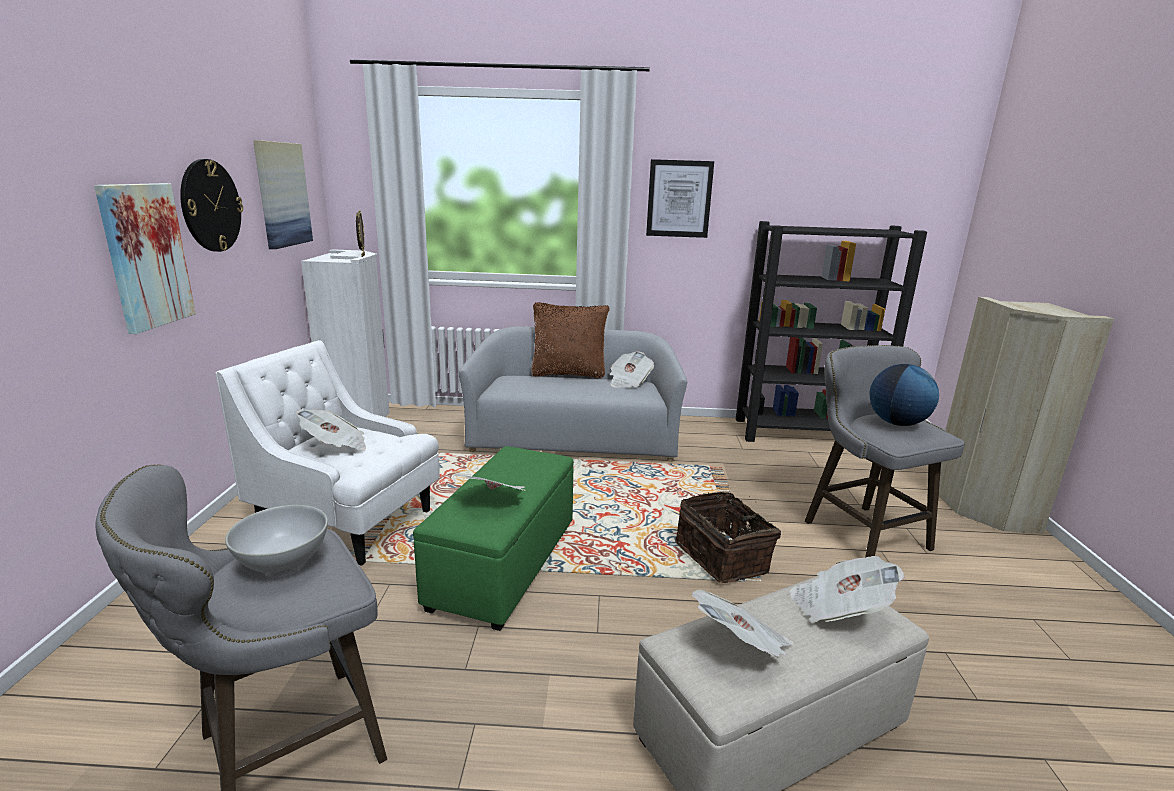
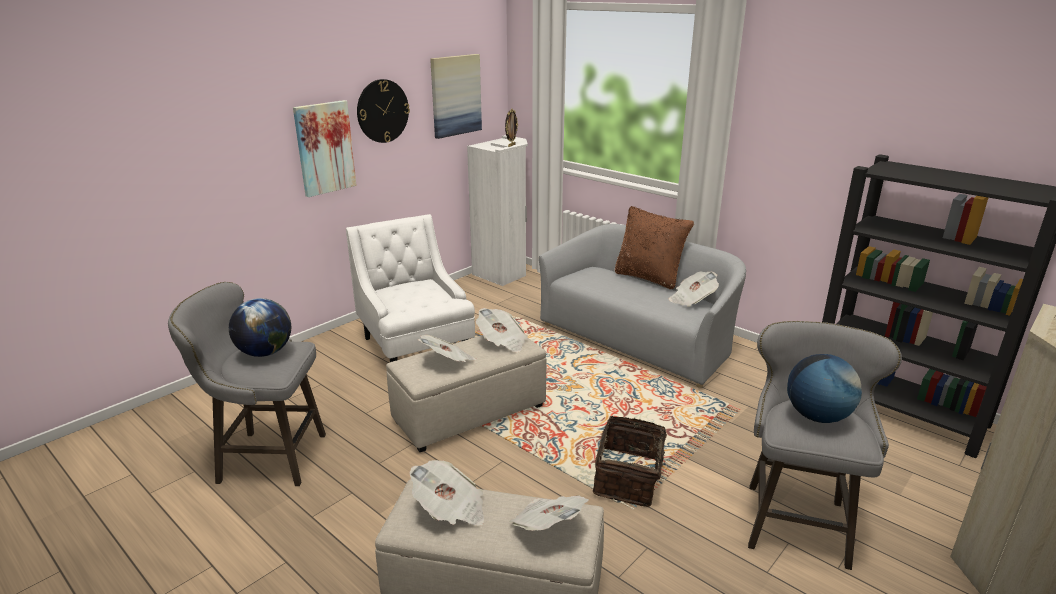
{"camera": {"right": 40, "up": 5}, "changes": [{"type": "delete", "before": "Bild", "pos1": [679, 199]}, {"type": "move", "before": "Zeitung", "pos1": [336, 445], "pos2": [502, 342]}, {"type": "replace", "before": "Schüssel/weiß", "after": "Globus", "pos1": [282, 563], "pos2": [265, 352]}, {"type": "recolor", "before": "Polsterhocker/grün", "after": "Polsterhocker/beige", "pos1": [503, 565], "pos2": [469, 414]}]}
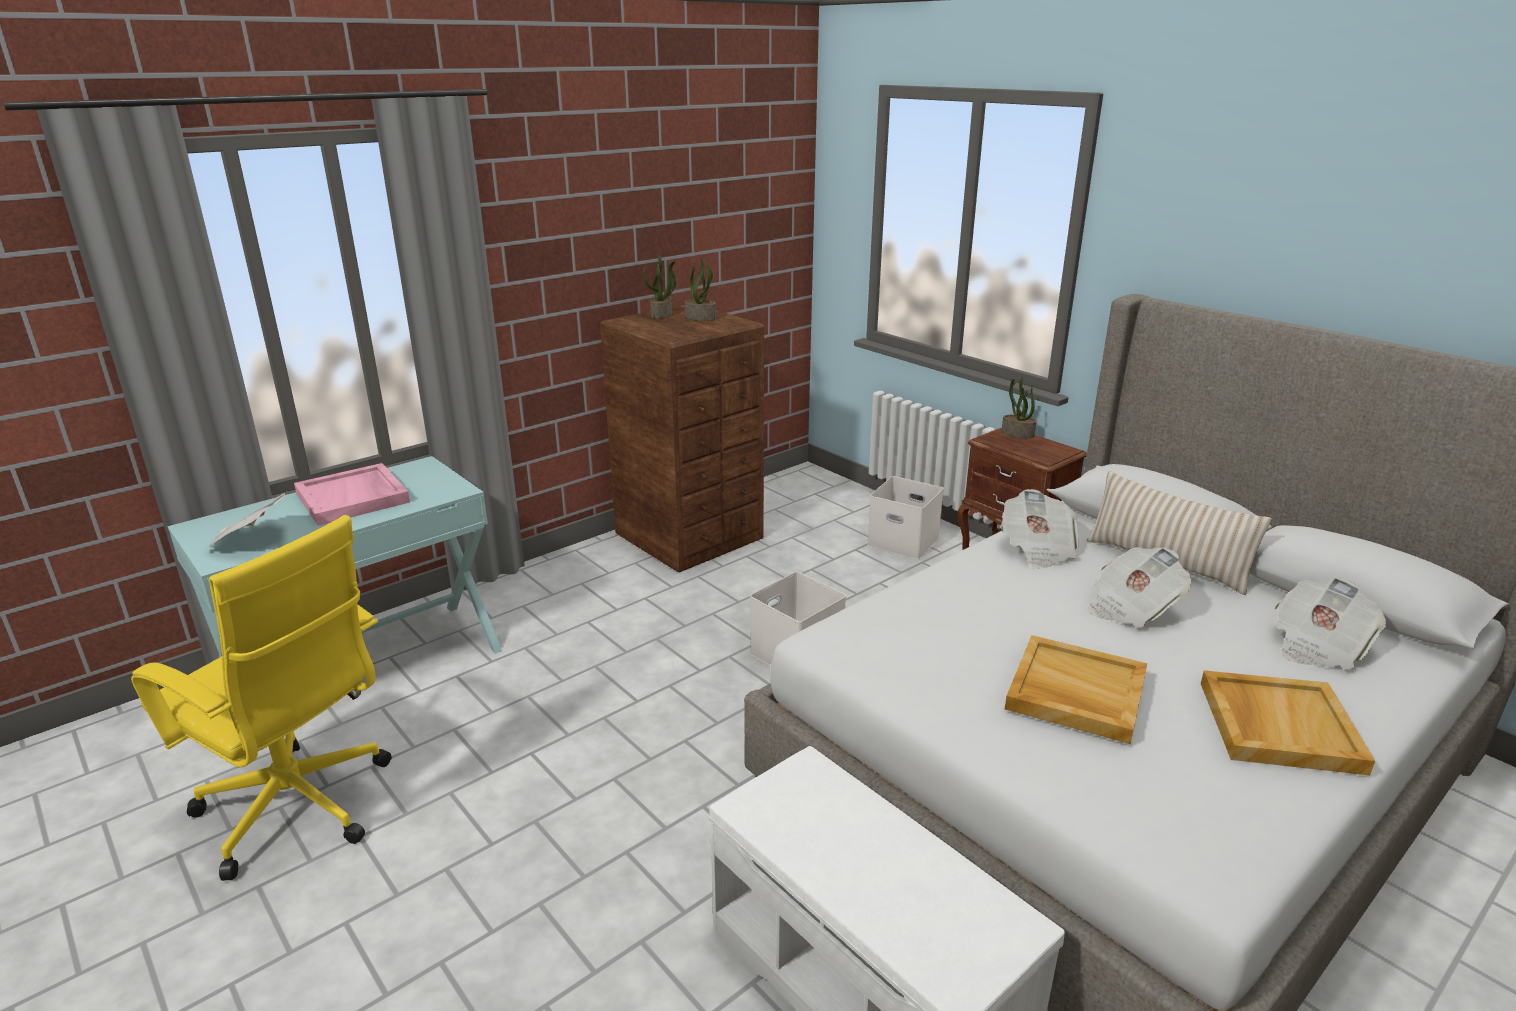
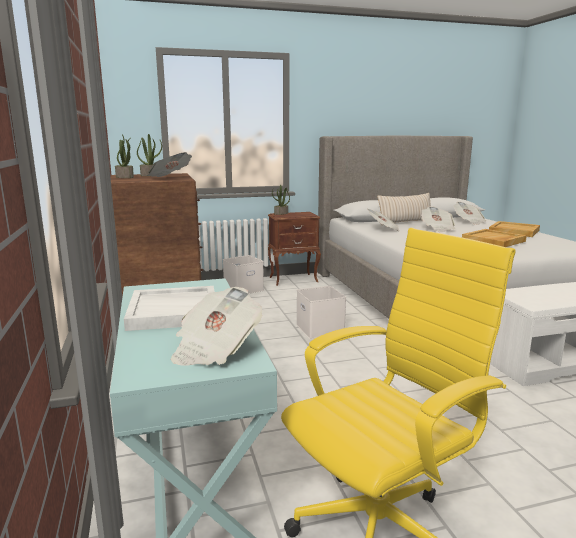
{"camera": {"right": -65, "up": -10}, "changes": [{"type": "insert", "after": "Zeitung", "pos2": [170, 178]}, {"type": "recolor", "before": "Tablett/rosa", "after": "Tablett/weiß", "pos1": [354, 498], "pos2": [174, 311]}]}
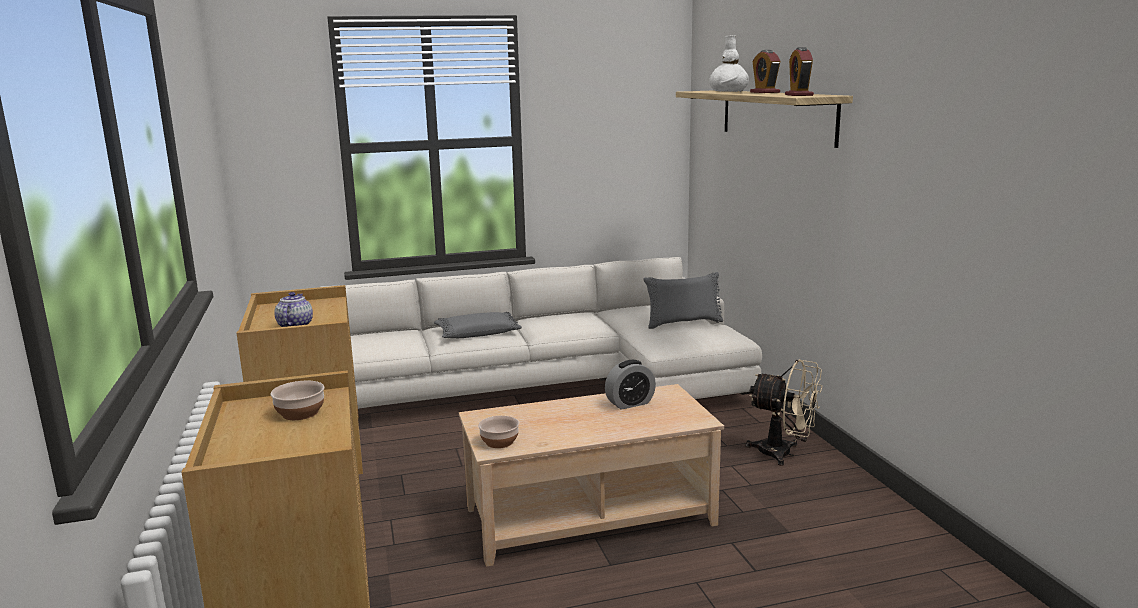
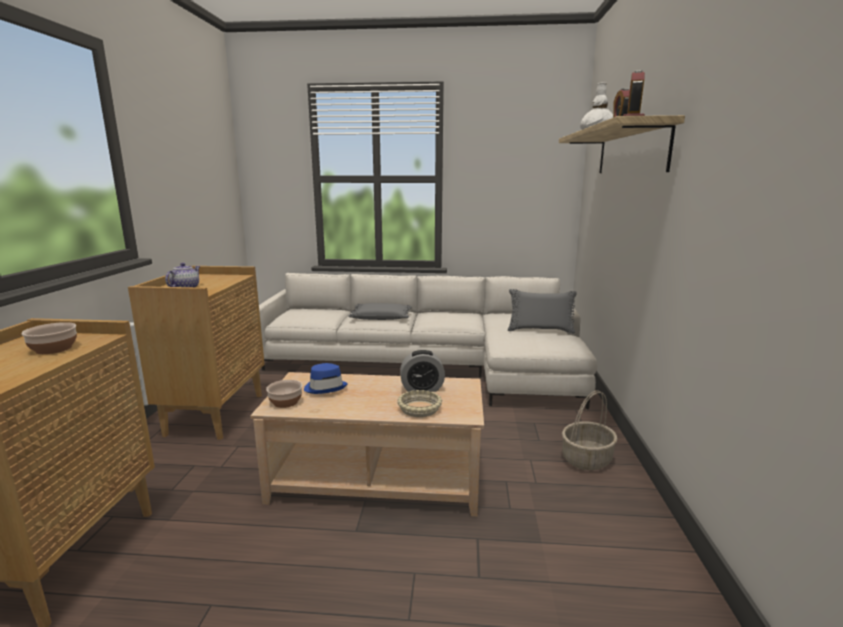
{"camera": {"right": 20, "up": 0}, "changes": [{"type": "insert", "after": "Hut/blau", "pos2": [325, 387]}, {"type": "insert", "after": "Schüssel/beige", "pos2": [419, 408]}, {"type": "replace", "before": "Ventilator/beige", "after": "Korb", "pos1": [784, 454], "pos2": [586, 459]}]}
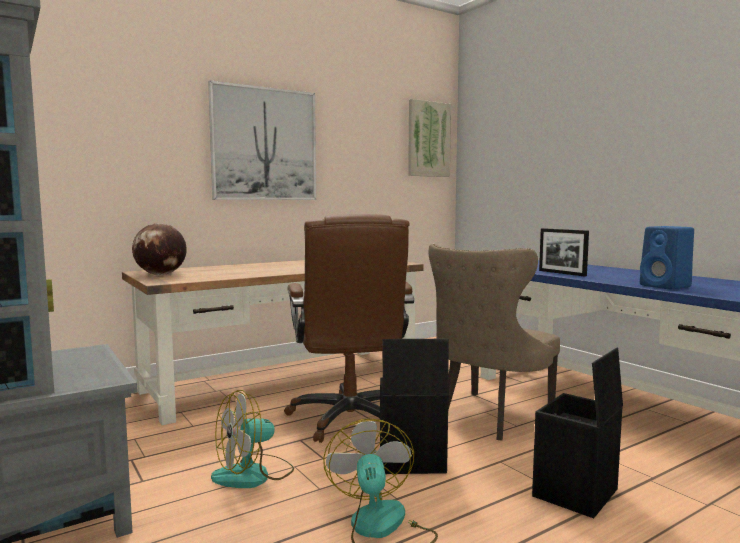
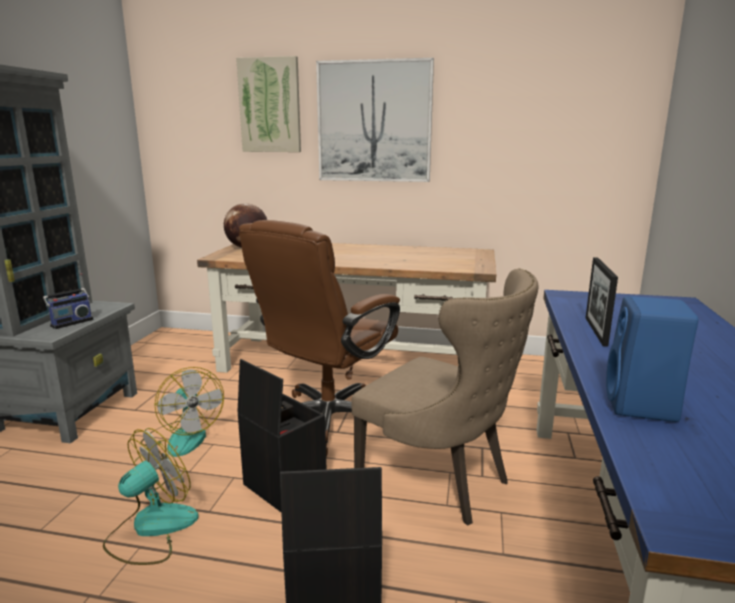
{"camera": {"right": 45, "up": 10}, "changes": [{"type": "insert", "after": "Radio", "pos2": [71, 322]}, {"type": "move", "before": "Bild", "pos1": [428, 139], "pos2": [270, 105]}, {"type": "rotate", "before": "Ventilator", "pos1": [253, 474], "pos2": [182, 437], "turn": -135}, {"type": "rotate", "before": "Stuhl/beige", "pos1": [489, 417], "pos2": [440, 480], "turn": -135}]}
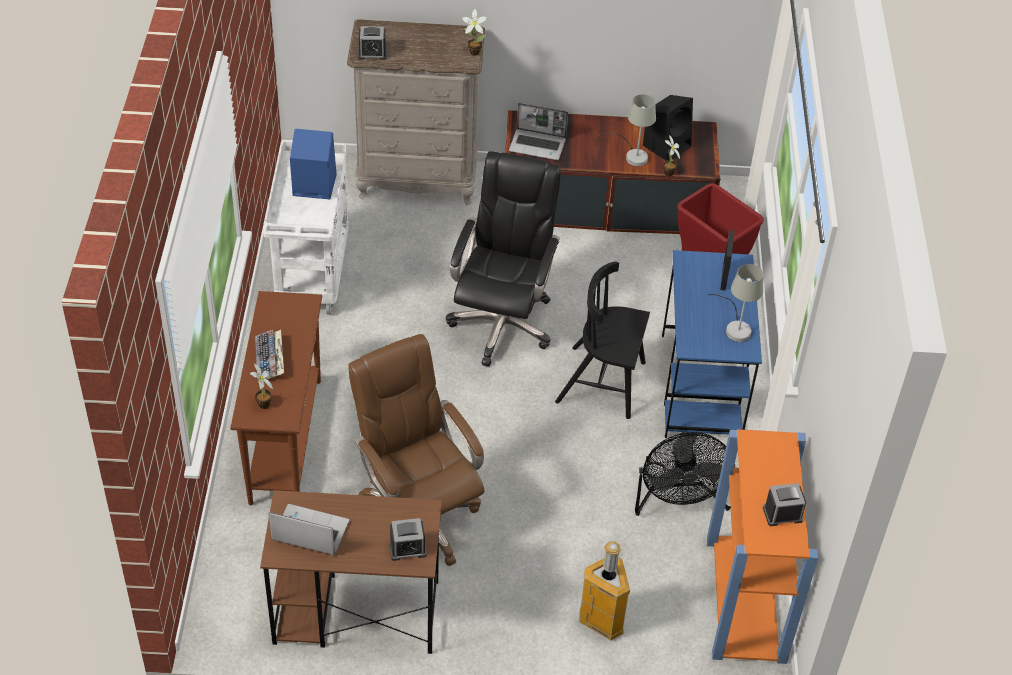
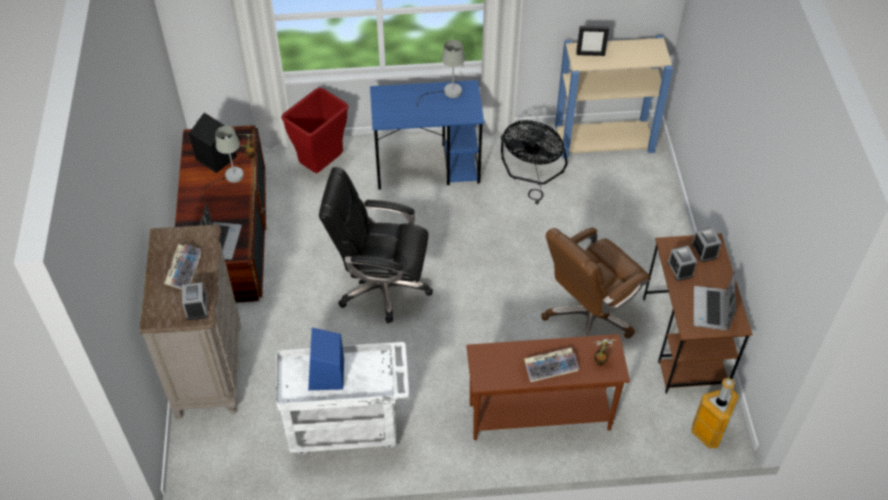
{"camera": {"right": -95, "up": 5}, "changes": [{"type": "delete", "before": "Topfpflanze", "pos1": [473, 52]}, {"type": "delete", "before": "Stuhl/schwarz", "pos1": [606, 383]}, {"type": "insert", "after": "Tastatur", "pos2": [184, 270]}, {"type": "move", "before": "Mülleimer", "pos1": [603, 621], "pos2": [710, 432]}, {"type": "move", "before": "Bilderrahmen", "pos1": [725, 277], "pos2": [590, 53]}, {"type": "move", "before": "Wecker", "pos1": [782, 514], "pos2": [680, 269]}, {"type": "recolor", "before": "Bücherregal/orange", "after": "Bücherregal/beige", "pos1": [745, 600], "pos2": [605, 139]}, {"type": "rotate", "before": "Ventilator/schwarz", "pos1": [675, 497], "pos2": [531, 175], "turn": -60}]}
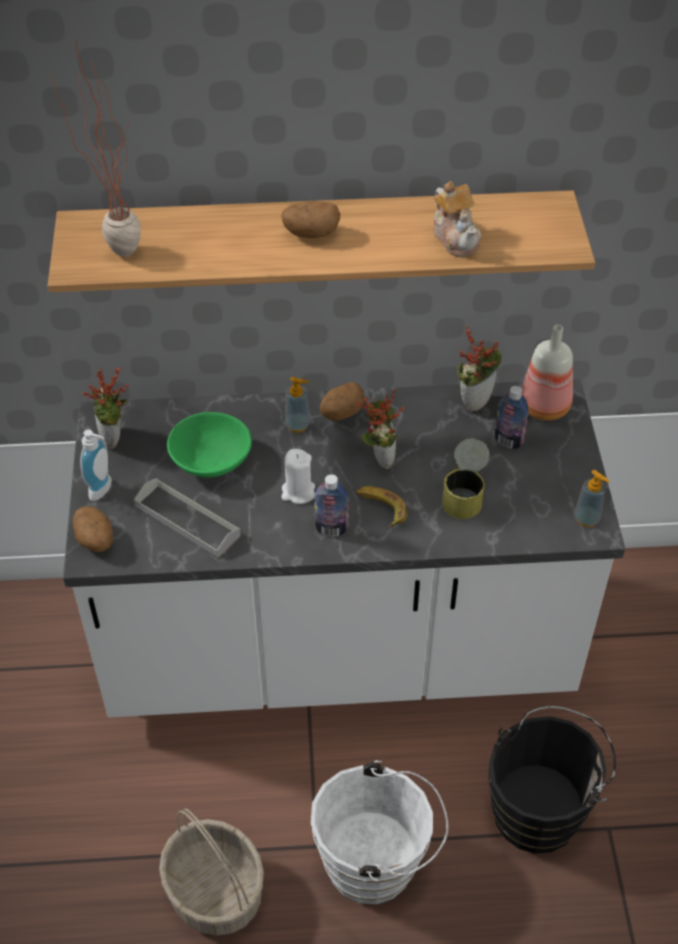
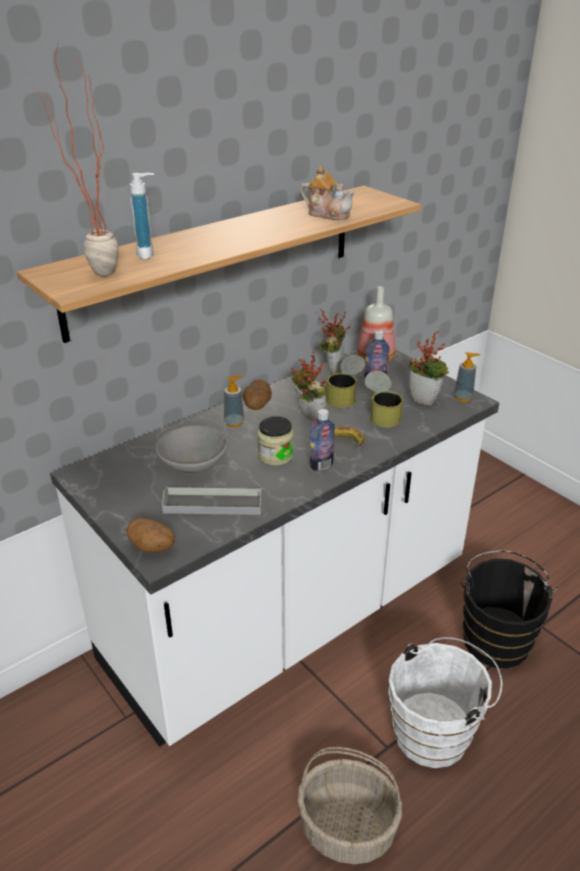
{"camera": {"right": -35, "up": -15}, "changes": [{"type": "delete", "before": "Kartoffel", "pos1": [311, 233]}, {"type": "insert", "after": "Dose", "pos2": [345, 396]}, {"type": "move", "before": "Seifenspender", "pos1": [104, 490], "pos2": [149, 253]}, {"type": "move", "before": "Topfpflanze", "pos1": [115, 439], "pos2": [425, 400]}, {"type": "replace", "before": "Kerze/weiß", "after": "Vorratsglas", "pos1": [298, 492], "pos2": [275, 456]}, {"type": "recolor", "before": "Schüssel/grün", "after": "Schüssel/grau", "pos1": [211, 461], "pos2": [194, 464]}]}
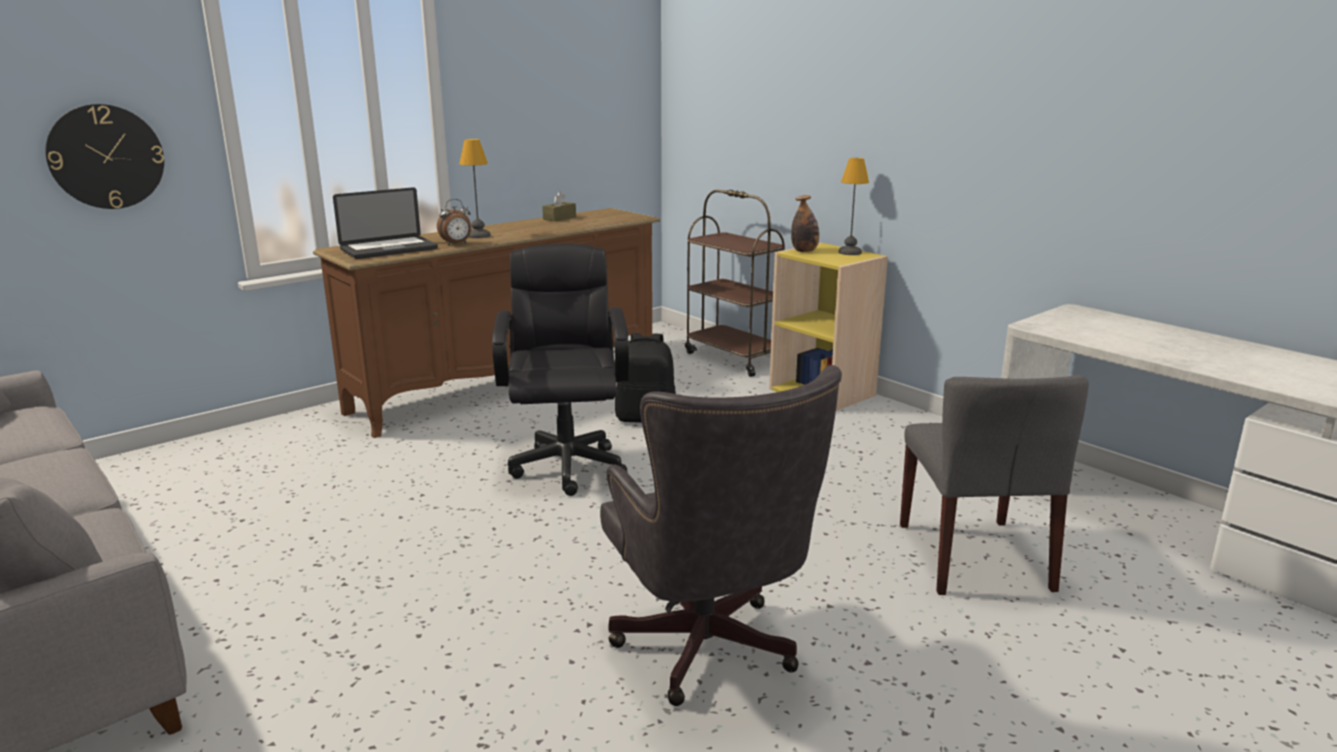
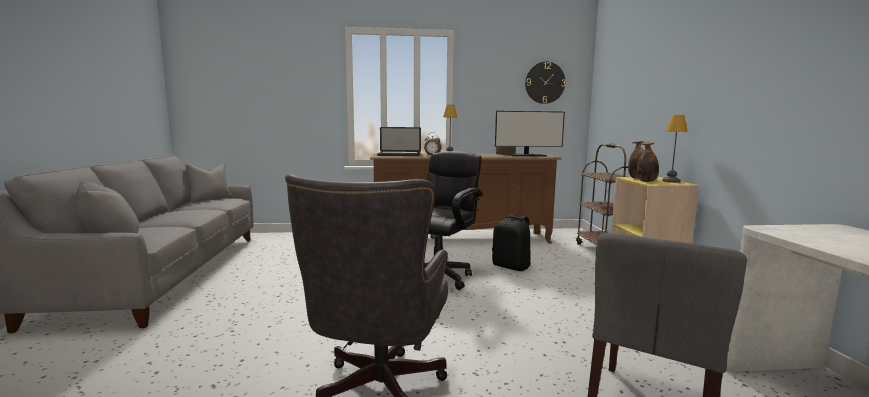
{"camera": {"right": 35, "up": -10}, "changes": [{"type": "insert", "after": "Monitor", "pos2": [527, 155]}, {"type": "insert", "after": "Flasche", "pos2": [646, 181]}, {"type": "move", "before": "Wanduhr", "pos1": [106, 157], "pos2": [545, 82]}]}
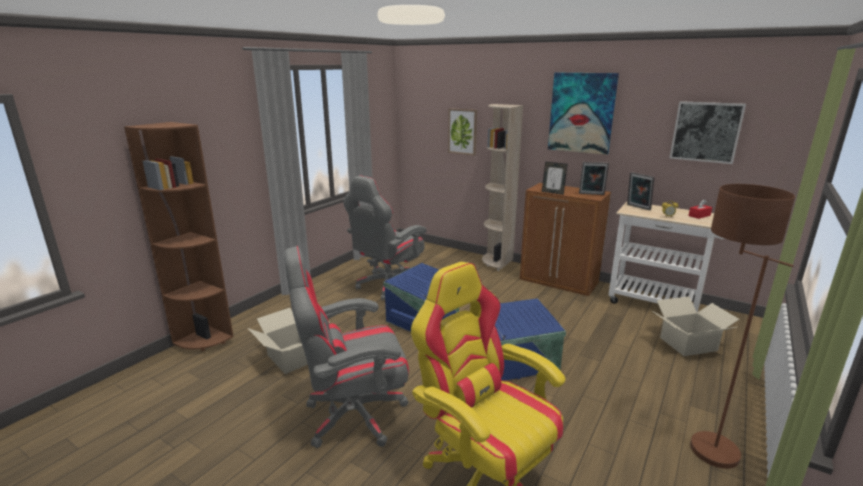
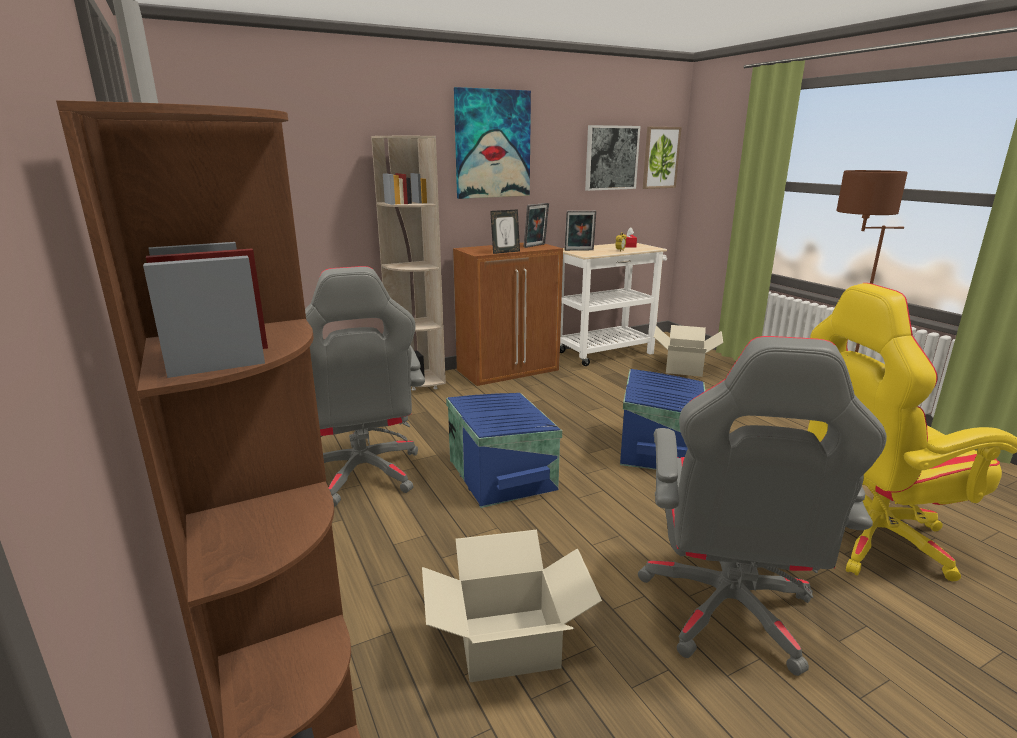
{"camera": {"right": -60, "up": 0}, "changes": [{"type": "move", "before": "Bild", "pos1": [462, 131], "pos2": [660, 158]}]}
